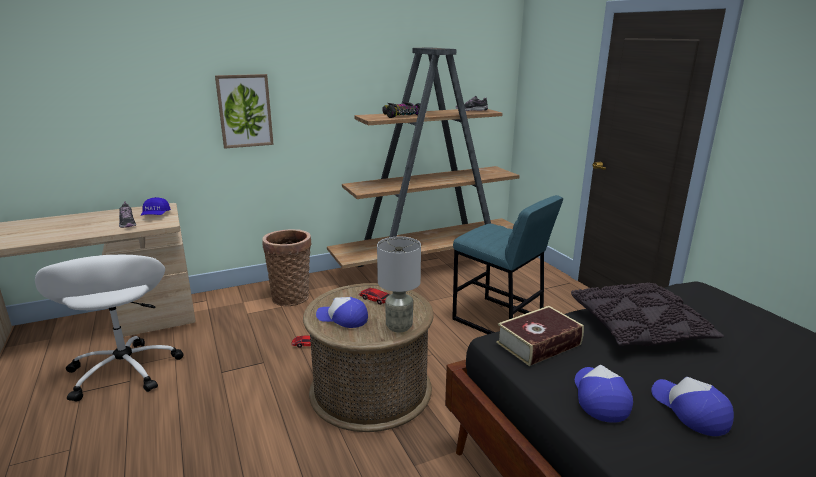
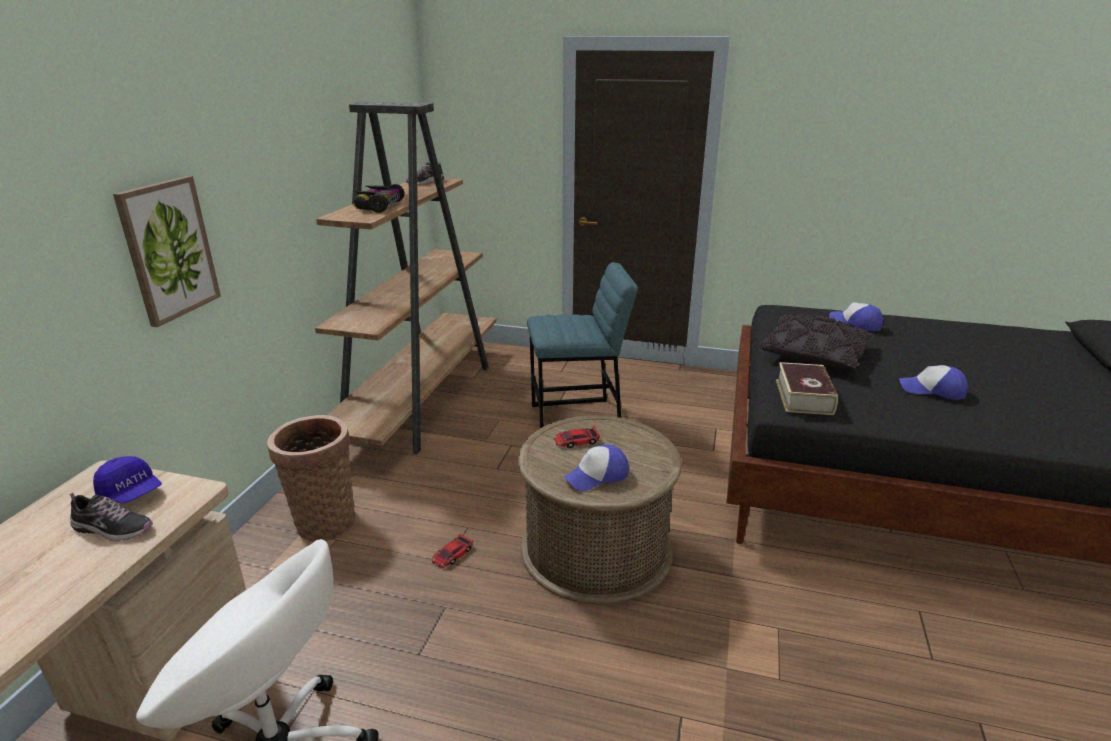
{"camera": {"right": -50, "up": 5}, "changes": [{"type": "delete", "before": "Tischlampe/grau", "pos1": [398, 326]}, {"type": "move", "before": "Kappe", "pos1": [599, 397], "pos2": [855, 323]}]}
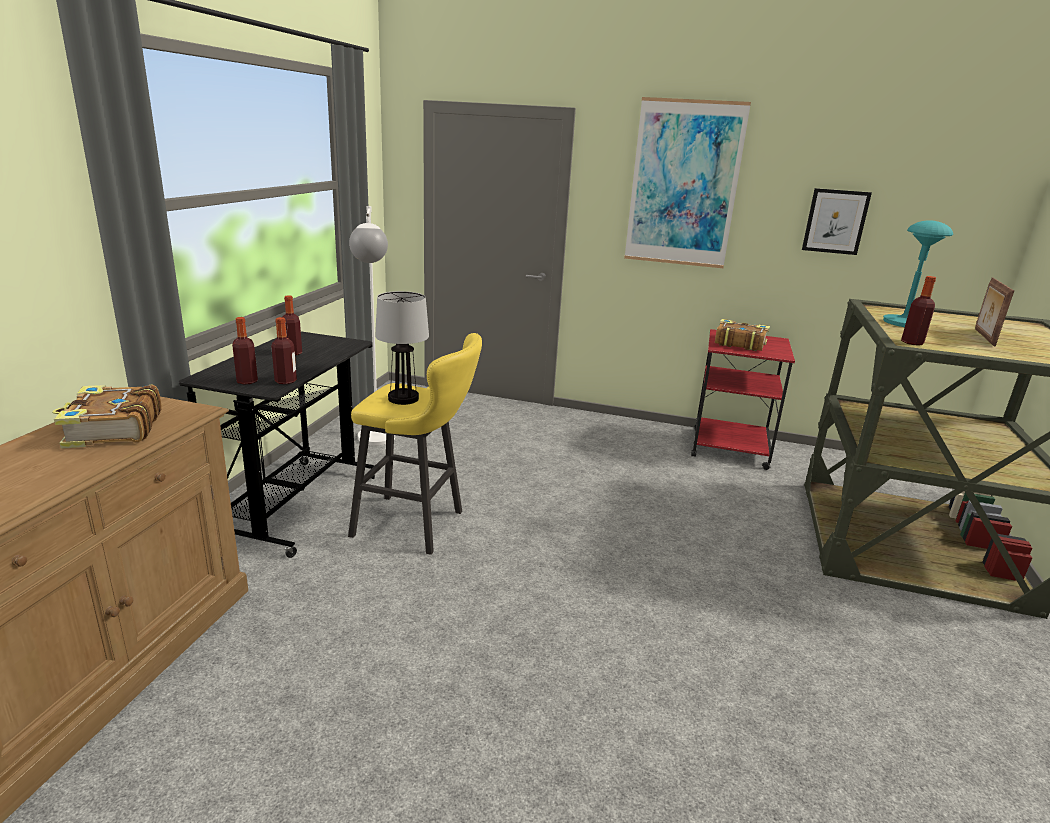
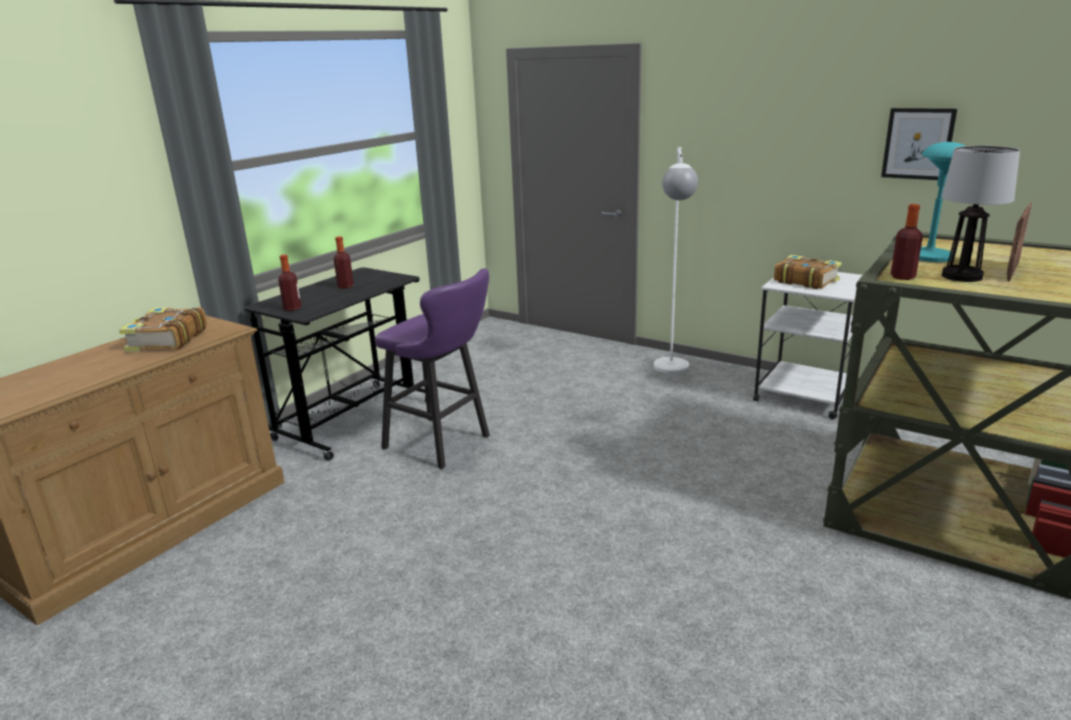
{"camera": {"right": 20, "up": 0}, "changes": [{"type": "delete", "before": "Flasche", "pos1": [286, 381]}, {"type": "delete", "before": "Bild", "pos1": [684, 184]}, {"type": "move", "before": "Stehlampe/weiß", "pos1": [376, 443], "pos2": [672, 372]}, {"type": "move", "before": "Tischlampe", "pos1": [402, 399], "pos2": [961, 276]}, {"type": "recolor", "before": "Hocker/gelb", "after": "Hocker/lila", "pos1": [420, 526], "pos2": [445, 445]}, {"type": "recolor", "before": "Rollwagen/rot", "after": "Rollwagen/weiß", "pos1": [731, 448], "pos2": [806, 395]}]}
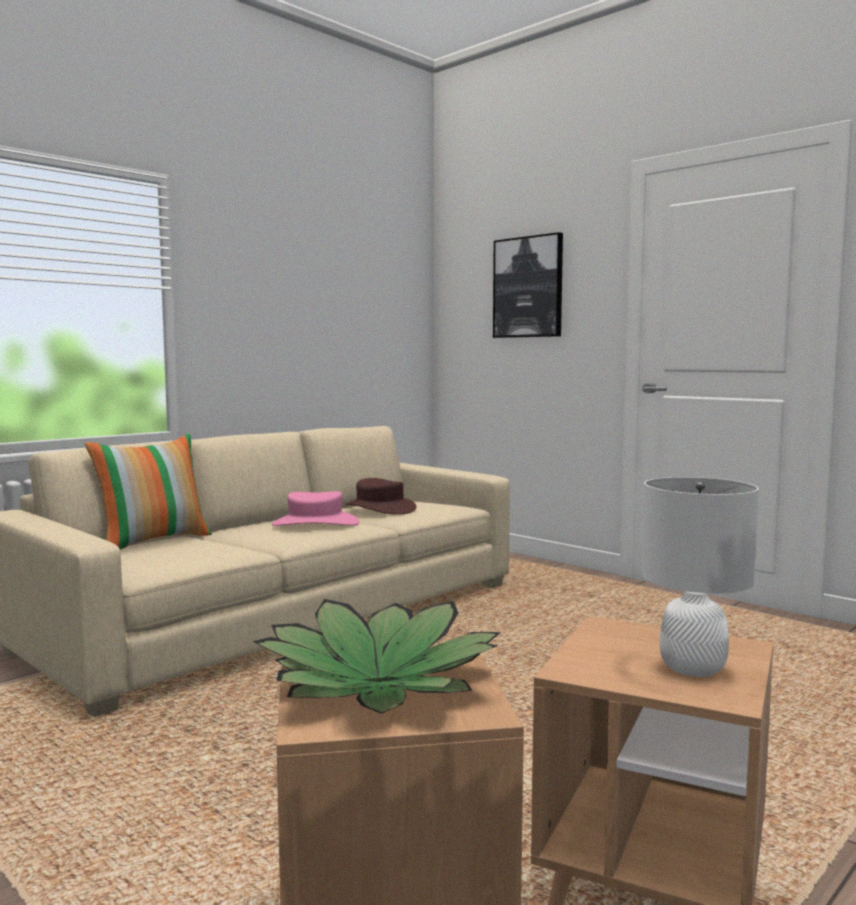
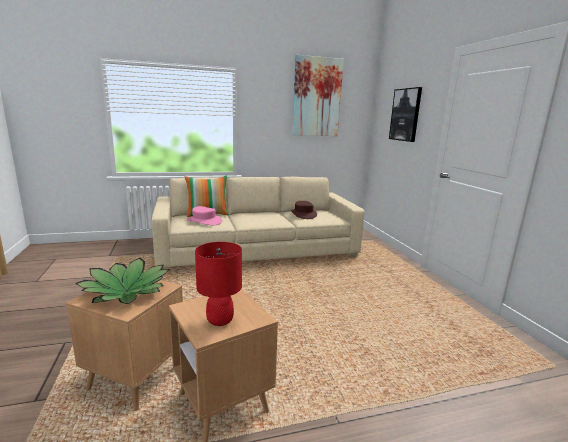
{"camera": {"right": 30, "up": 10}, "changes": [{"type": "insert", "after": "Bild", "pos2": [317, 97]}, {"type": "move", "before": "Hut/rosa", "pos1": [315, 523], "pos2": [204, 221]}, {"type": "recolor", "before": "Tischlampe/weiß", "after": "Tischlampe/rot", "pos1": [690, 668], "pos2": [220, 320]}]}
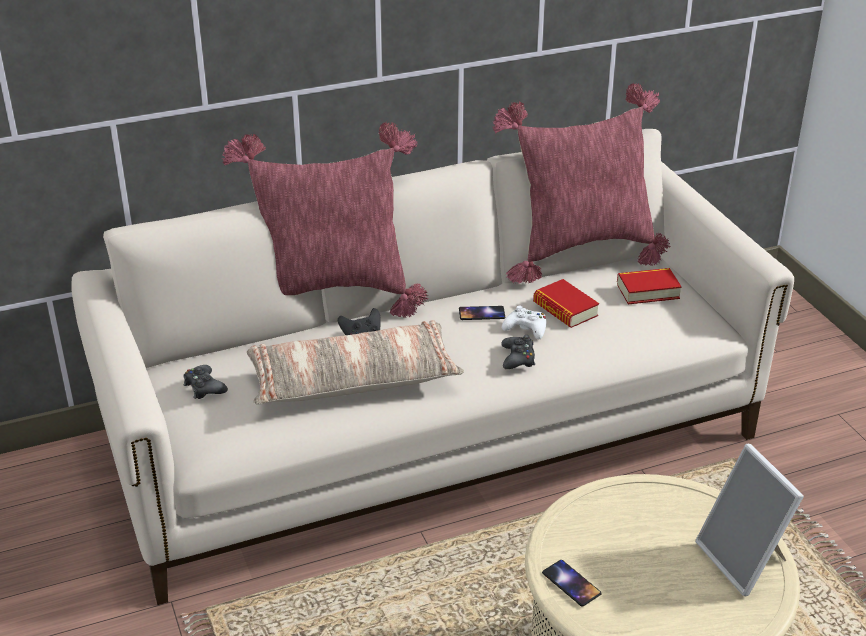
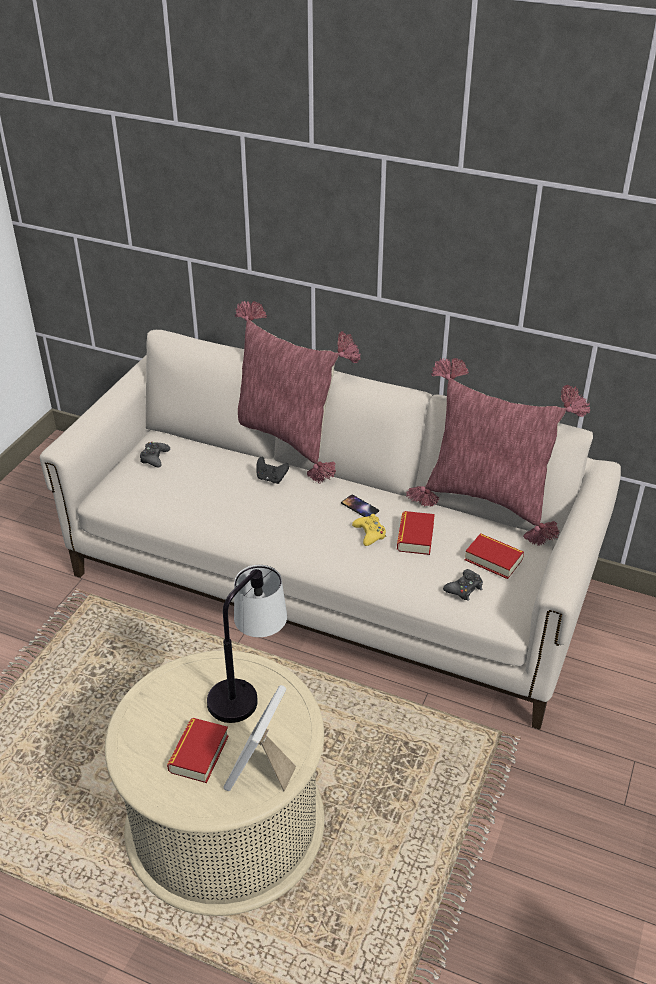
{"camera": {"right": 45, "up": 5}, "changes": [{"type": "delete", "before": "Kissen", "pos1": [353, 380]}, {"type": "delete", "before": "Handy", "pos1": [571, 583]}, {"type": "insert", "after": "Buch", "pos2": [199, 754]}, {"type": "insert", "after": "Tischlampe", "pos2": [247, 686]}, {"type": "move", "before": "Gamepad/schwarz", "pos1": [518, 358], "pos2": [464, 589]}, {"type": "recolor", "before": "Gamepad/weiß", "after": "Gamepad/gelb", "pos1": [526, 328], "pos2": [370, 534]}]}
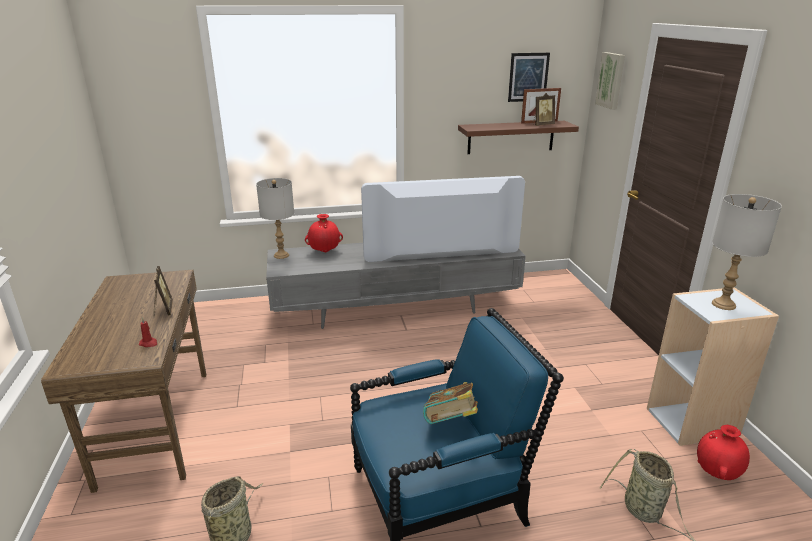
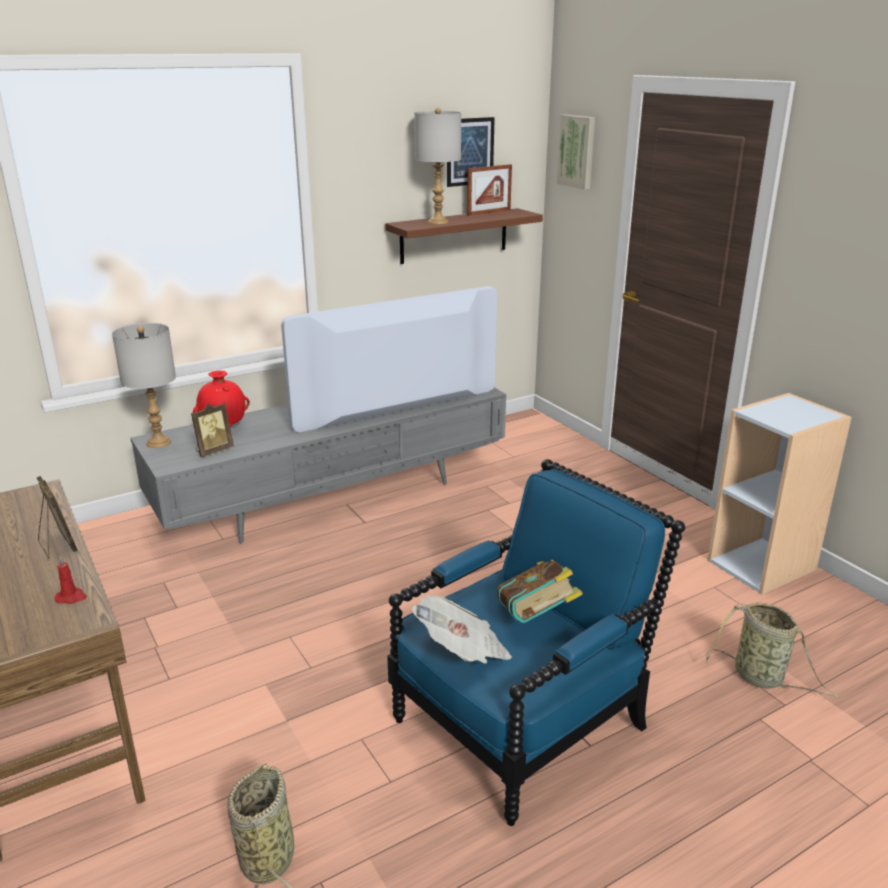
{"camera": {"right": -20, "up": 0}, "changes": [{"type": "delete", "before": "Vase/rot", "pos1": [716, 474]}, {"type": "insert", "after": "Zeitung", "pos2": [462, 651]}, {"type": "move", "before": "Bilderrahmen", "pos1": [542, 125], "pos2": [213, 450]}, {"type": "move", "before": "Tischlampe/grau", "pos1": [723, 305], "pos2": [438, 222]}]}
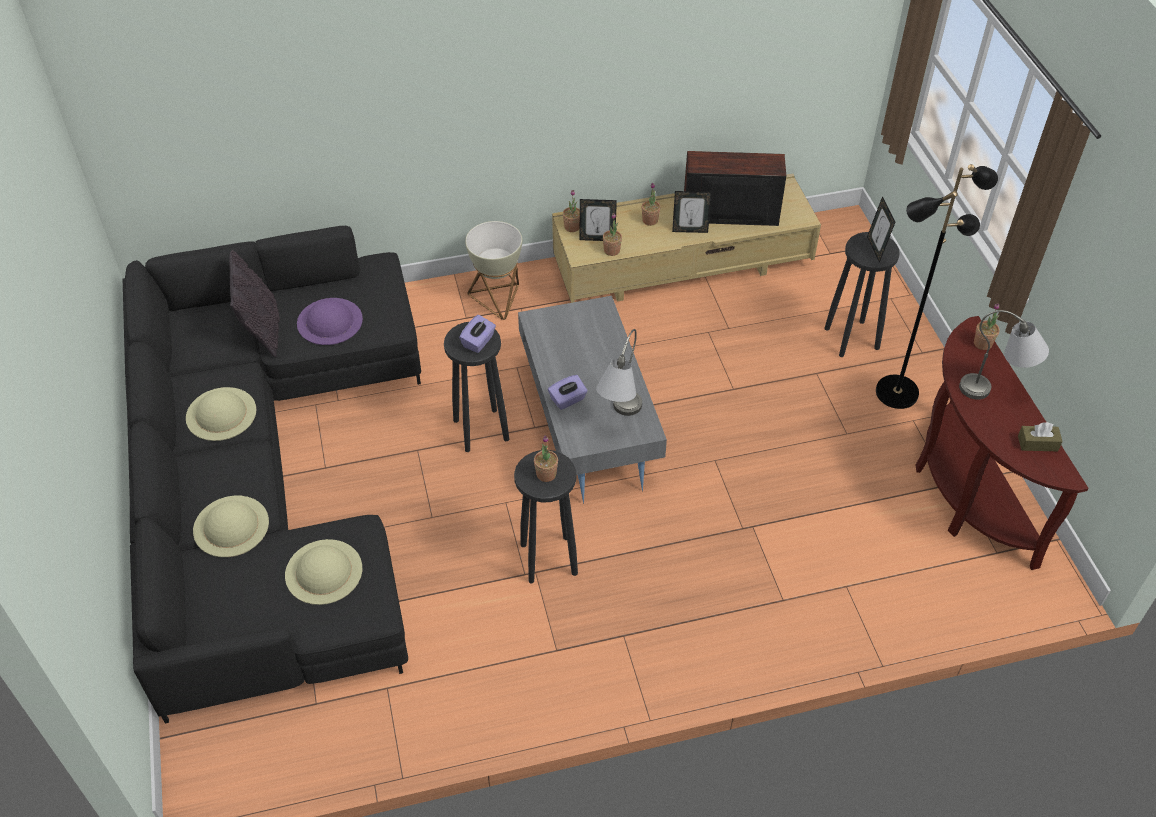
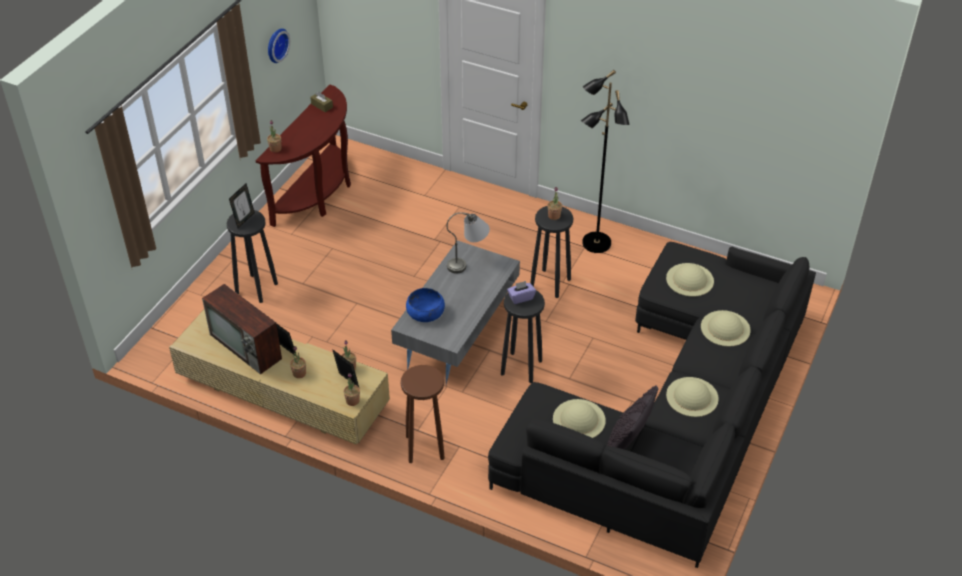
{"camera": {"right": -140, "up": -5}, "changes": [{"type": "delete", "before": "Taschentuchbox/lila", "pos1": [568, 400]}, {"type": "delete", "before": "Tischlampe/grau", "pos1": [996, 391]}, {"type": "insert", "after": "Wanduhr", "pos2": [276, 45]}, {"type": "insert", "after": "Schüssel/blau", "pos2": [425, 312]}, {"type": "move", "before": "Stehlampe/schwarz", "pos1": [896, 391], "pos2": [596, 244]}, {"type": "replace", "before": "Pflanzkübel", "after": "Hocker/braun", "pos1": [497, 299], "pos2": [425, 447]}, {"type": "recolor", "before": "Hut/lila", "after": "Hut/beige", "pos1": [330, 321], "pos2": [579, 419]}]}
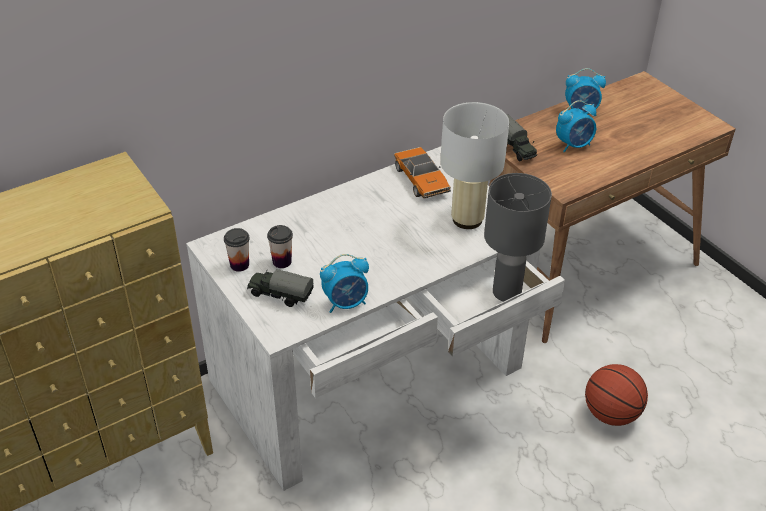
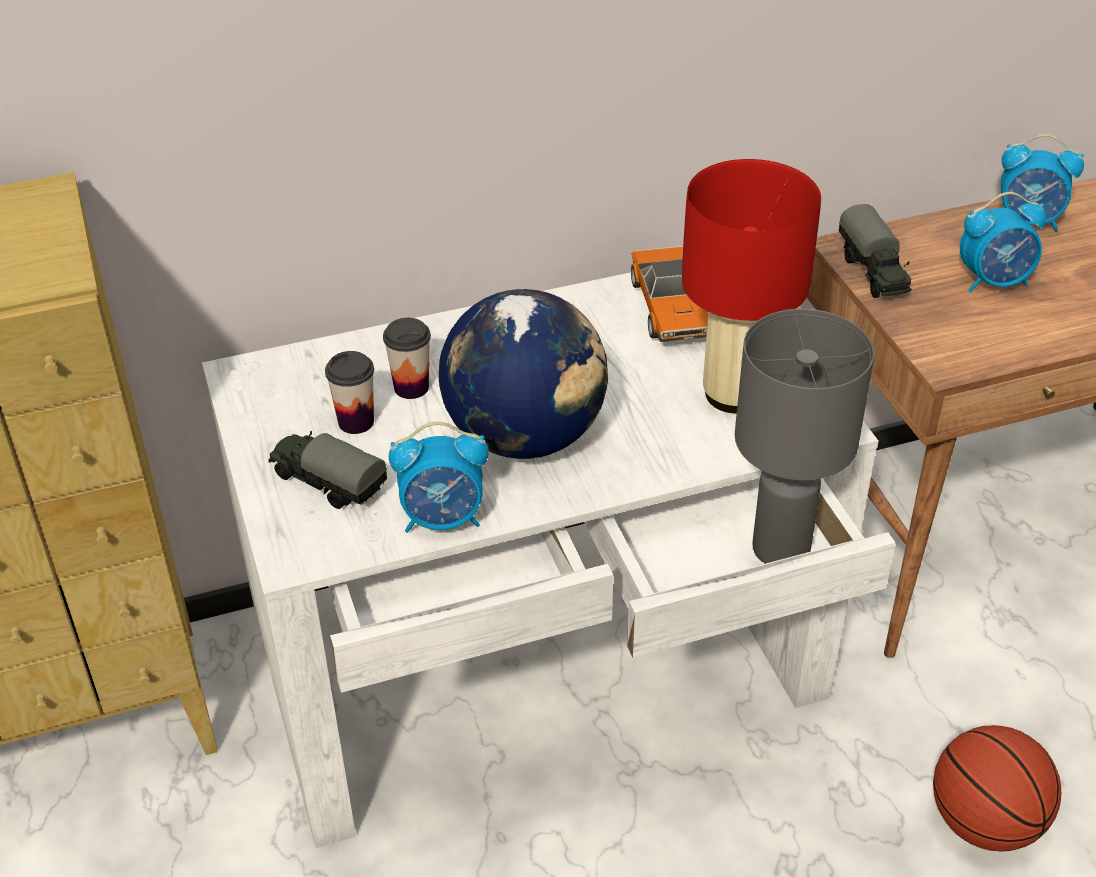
{"camera": {"right": 15, "up": 0}, "changes": [{"type": "insert", "after": "Globus", "pos2": [526, 437]}, {"type": "move", "before": "Tasse", "pos1": [239, 265], "pos2": [411, 387]}, {"type": "recolor", "before": "Tischlampe/weiß", "after": "Tischlampe/rot", "pos1": [468, 220], "pos2": [736, 395]}]}
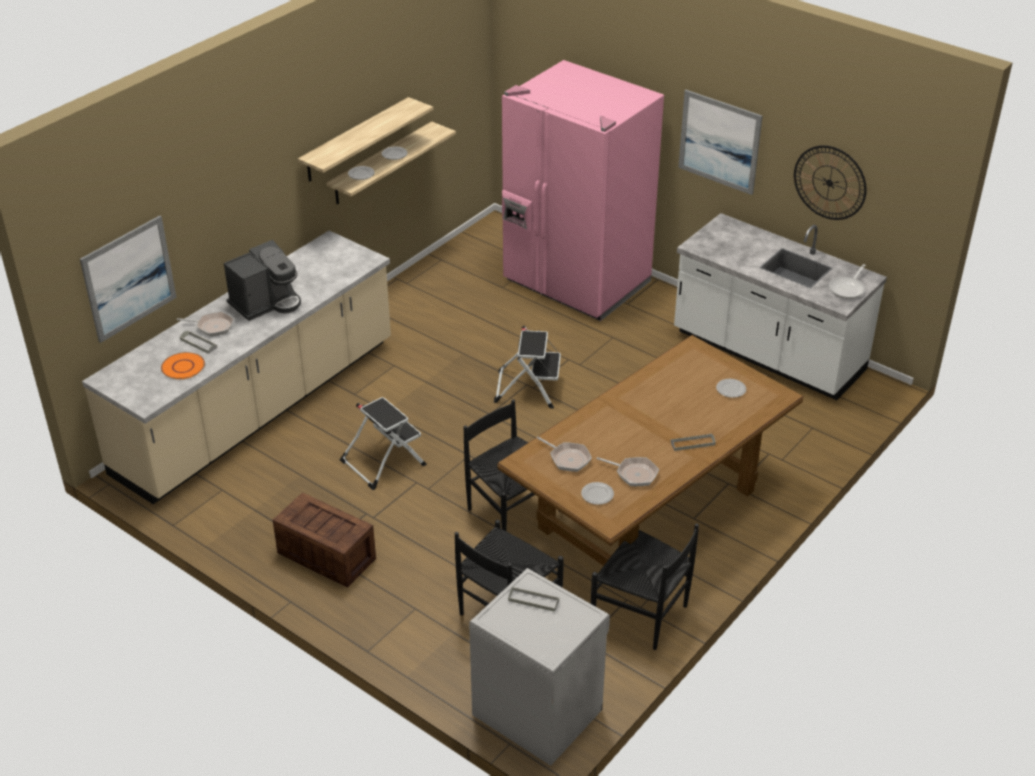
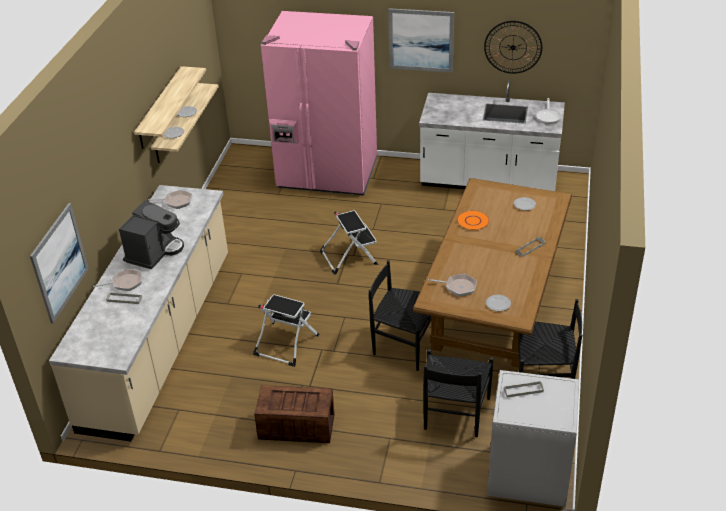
{"camera": {"right": -25, "up": 0}, "changes": [{"type": "move", "before": "Teller/orange", "pos1": [183, 367], "pos2": [473, 221]}, {"type": "move", "before": "Pfanne", "pos1": [634, 473], "pos2": [176, 201]}]}
